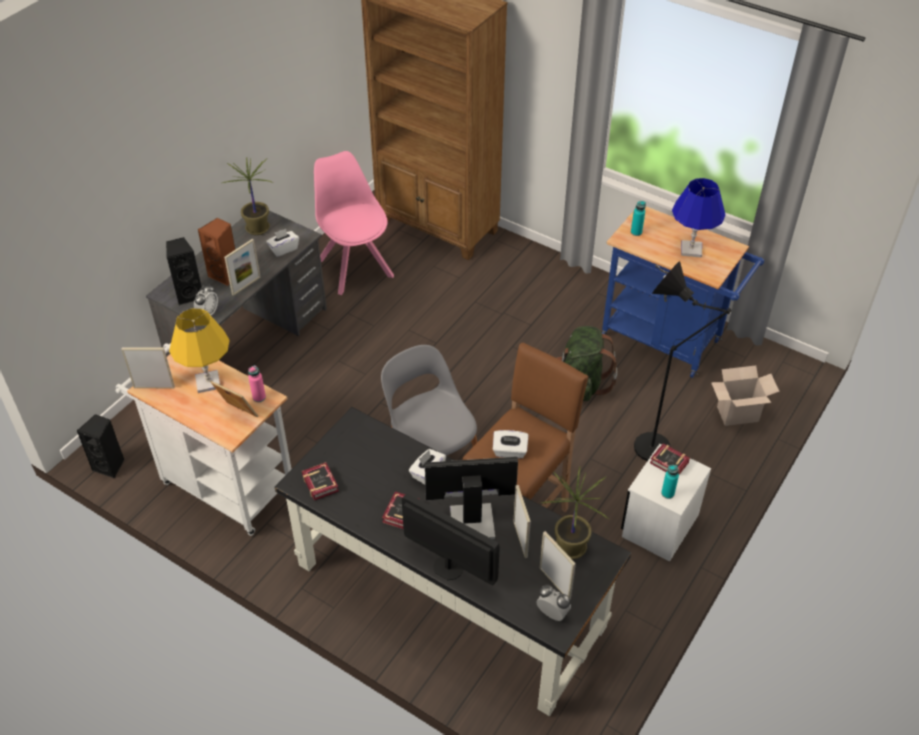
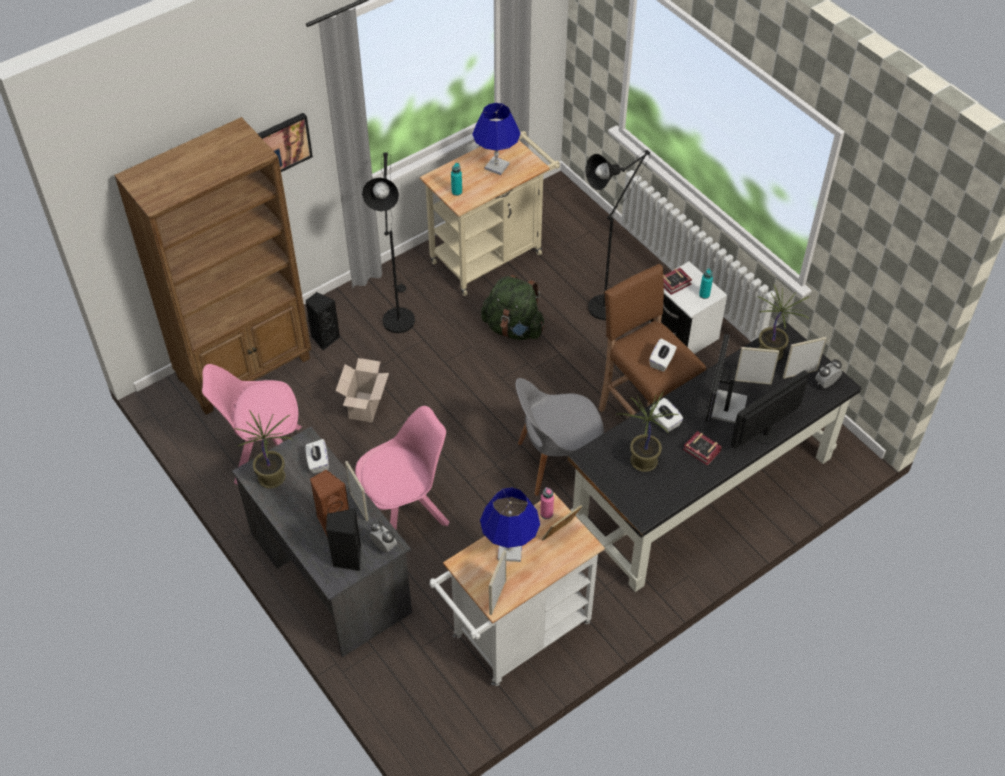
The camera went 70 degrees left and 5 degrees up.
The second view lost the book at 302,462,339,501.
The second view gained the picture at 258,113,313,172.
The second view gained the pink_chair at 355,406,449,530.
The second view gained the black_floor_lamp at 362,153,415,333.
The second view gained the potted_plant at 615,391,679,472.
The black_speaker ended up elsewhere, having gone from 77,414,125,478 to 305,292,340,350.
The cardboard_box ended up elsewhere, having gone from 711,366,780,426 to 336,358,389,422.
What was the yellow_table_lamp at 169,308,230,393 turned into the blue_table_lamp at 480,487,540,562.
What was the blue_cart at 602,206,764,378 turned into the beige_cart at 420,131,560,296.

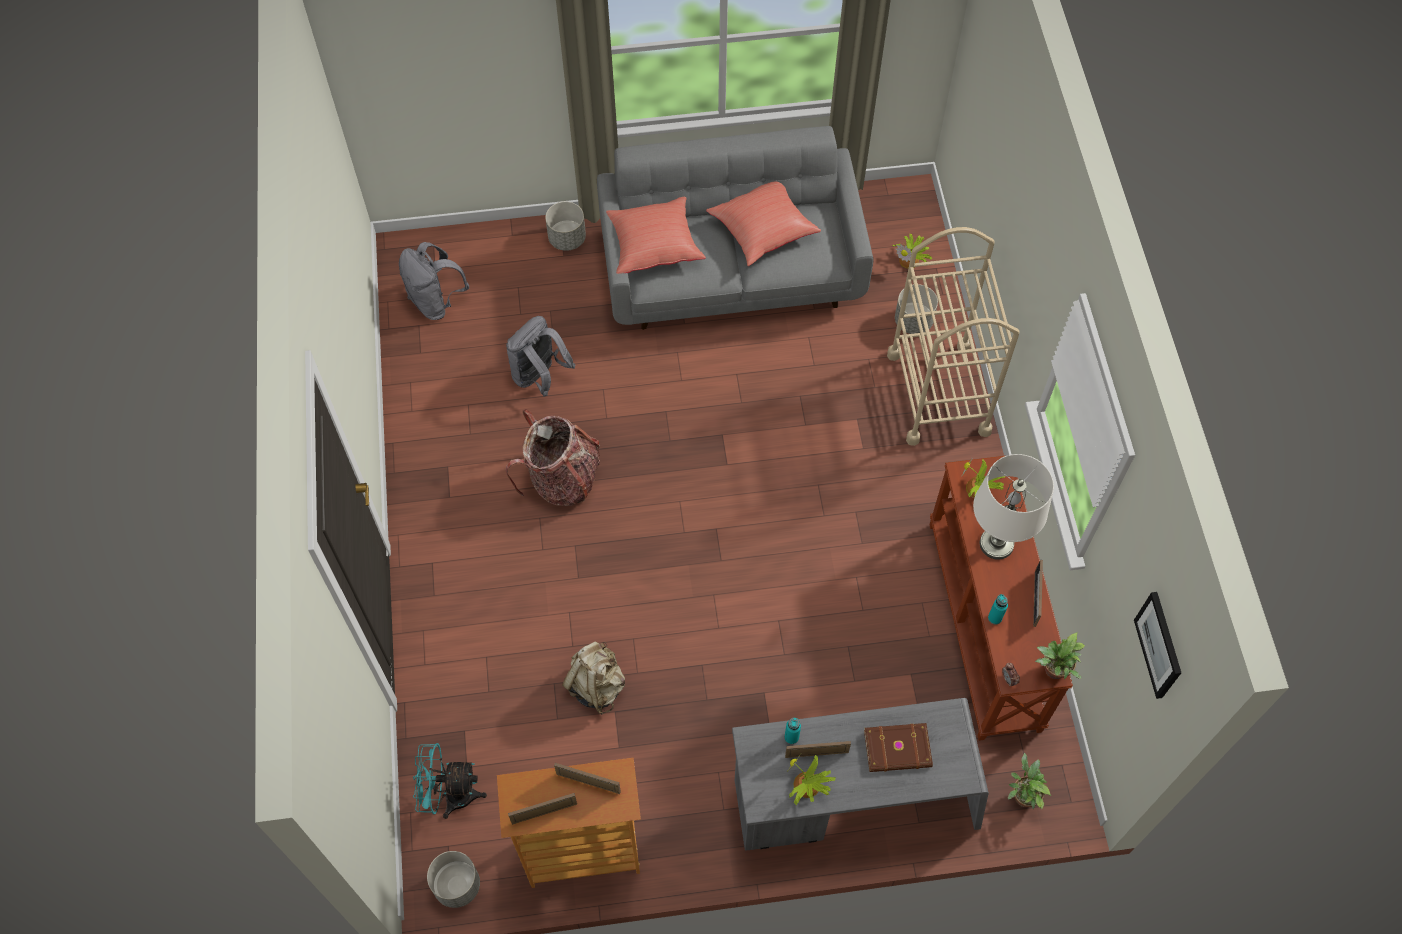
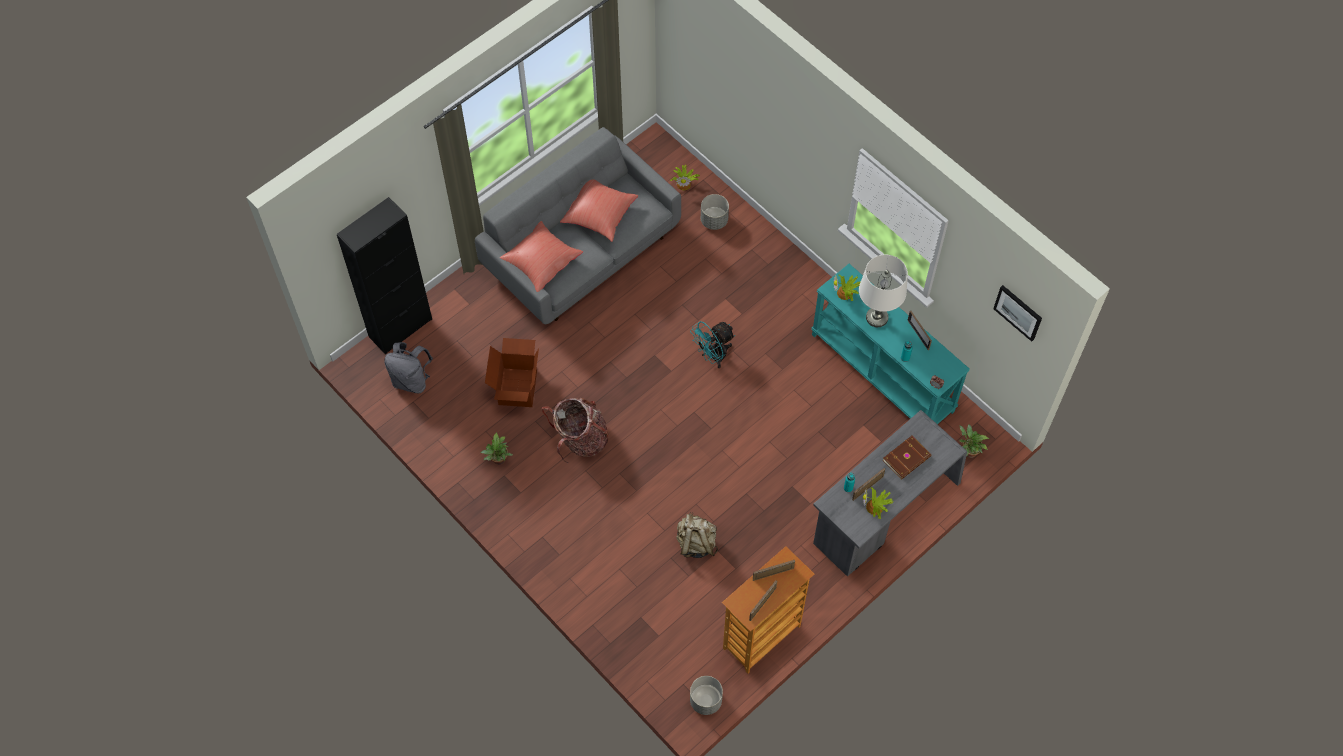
The camera went 35 degrees left and 0 degrees up.
The second view lost the grey_planter at 545,201,586,251.
The second view lost the beige_cart at 887,227,1020,446.
The second view gained the black_cabinet at 337,197,432,354.
The turquoise_fan ended up elsewhere, having gone from 413,743,487,819 to 690,321,735,368.
The potted_plant ended up elsewhere, having gone from 1035,632,1085,679 to 481,432,513,465.
Where the grey_backpack stood at 506,316,576,396, the cardboard_box came to stand at 485,338,539,407.
What was the brown_console_table at 929,456,1073,741 turned into the turquoise_console_table at 811,264,969,424.

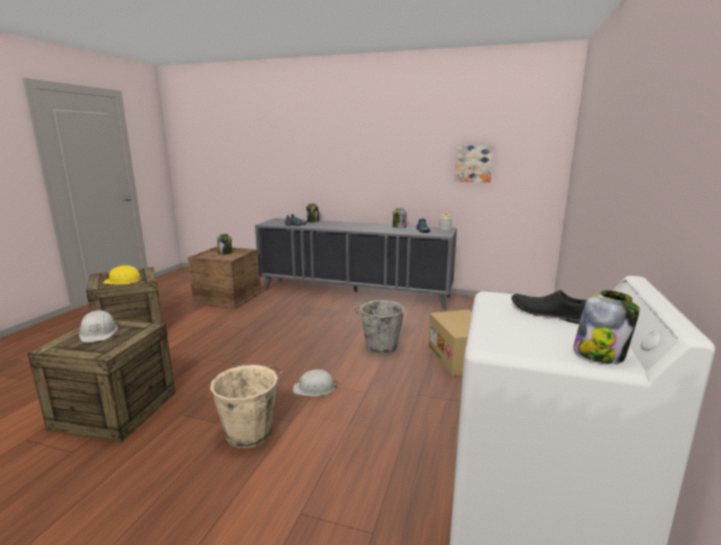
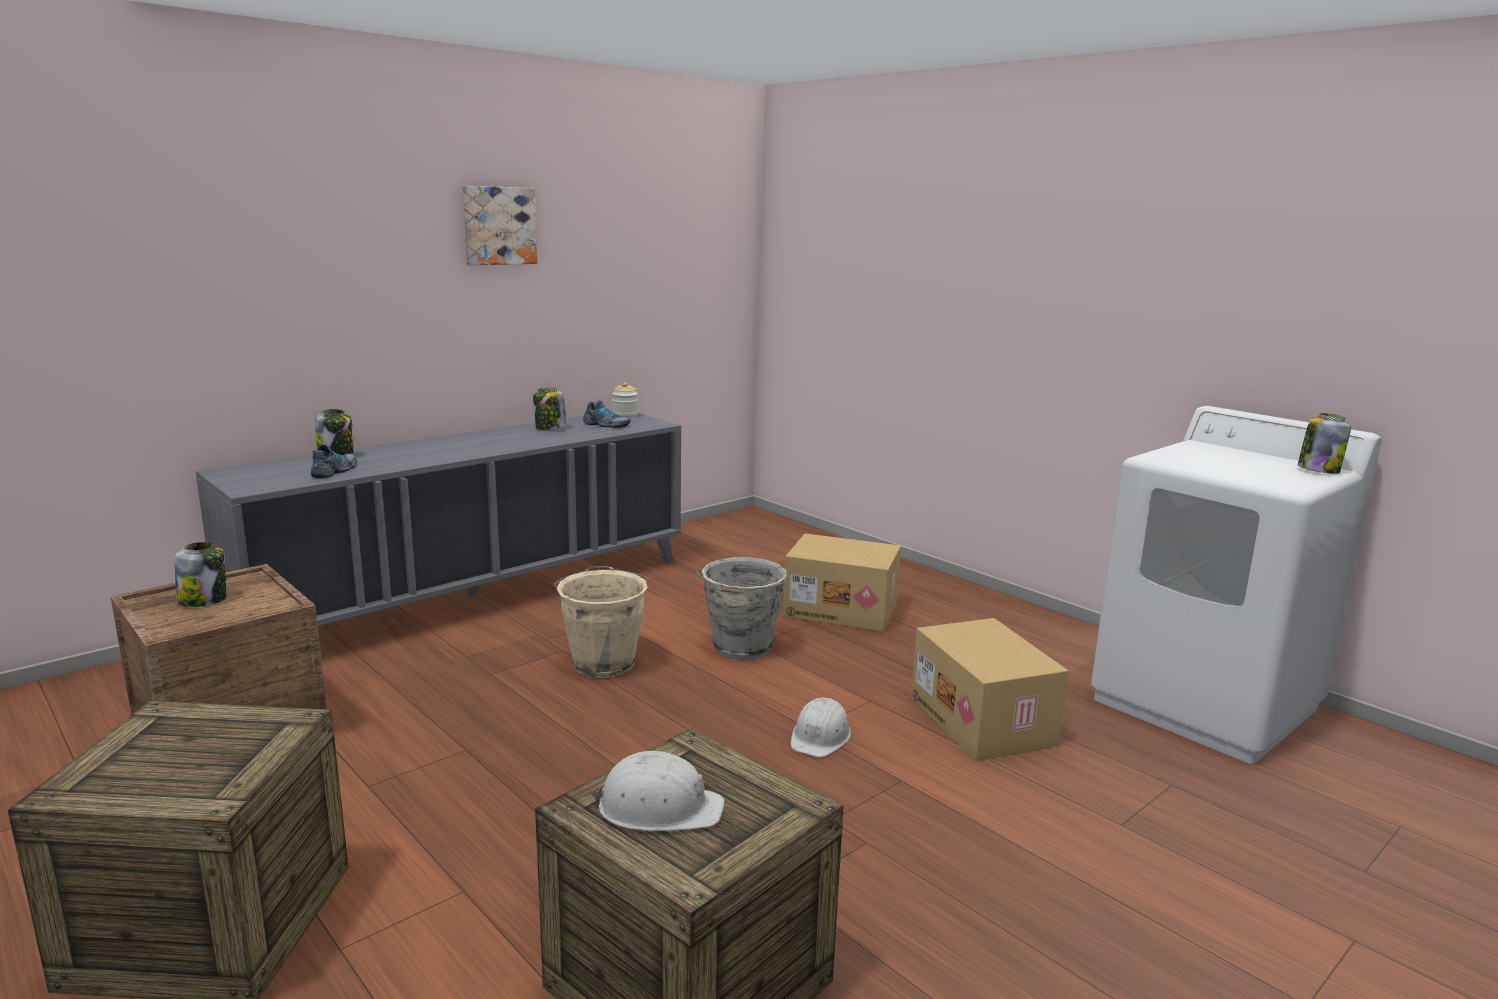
The camera went 60 degrees left and 0 degrees up.
The second view lost the yellow_hard_hat at 103,265,144,284.
The second view lost the black_shoe at 511,290,586,324.
The second view gained the cardboard_box at 911,618,1069,761.
The beige_bucket ended up elsewhere, having gone from 210,364,282,449 to 553,566,650,678.
The picture ended up elsewhere, having gone from 455,146,494,182 to 463,186,538,265.

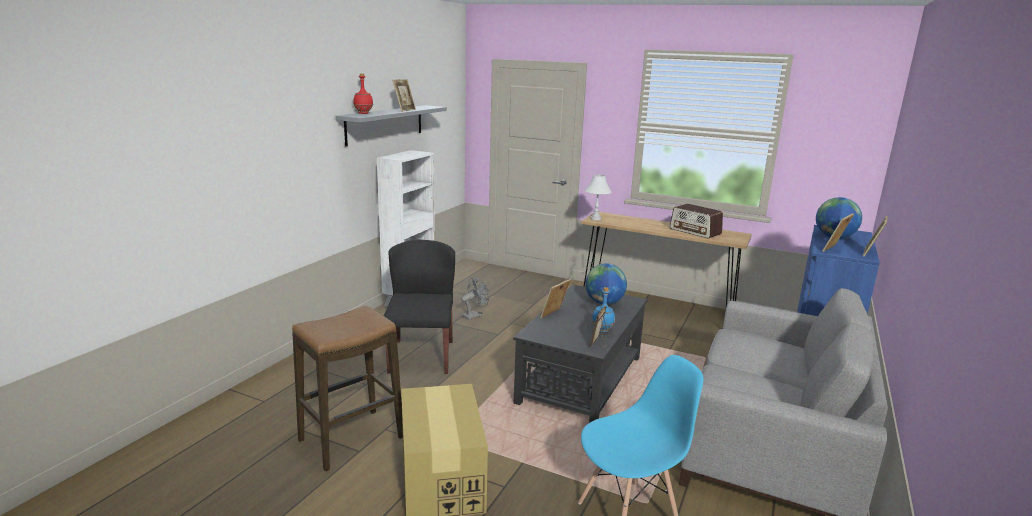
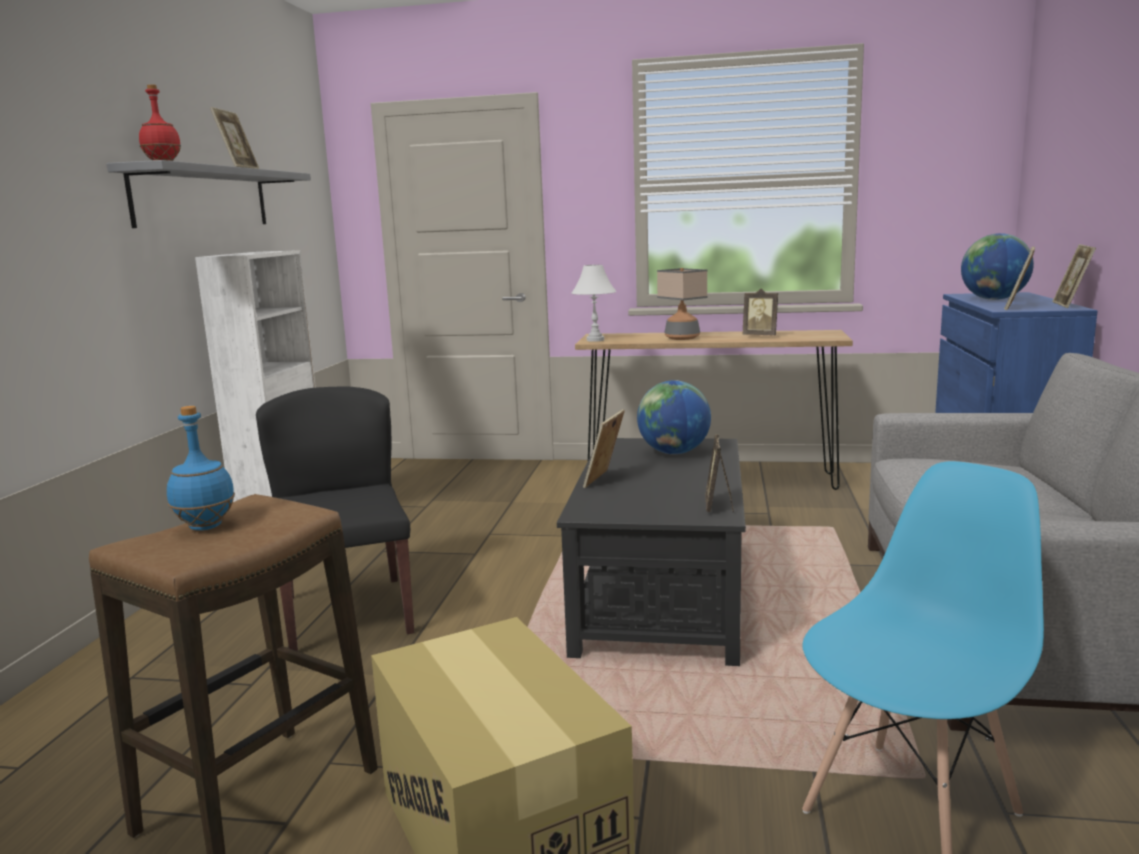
The camera went 15 degrees left and 5 degrees down.
The second view lost the grey_fan at 461,278,489,320.
The second view gained the table_lamp at 657,268,708,340.
The blue_bottle ended up elsewhere, having gone from 592,287,615,332 to 167,406,235,531.
Where the radio stood at 670,204,723,239, the picture_frame came to stand at 742,288,778,335.

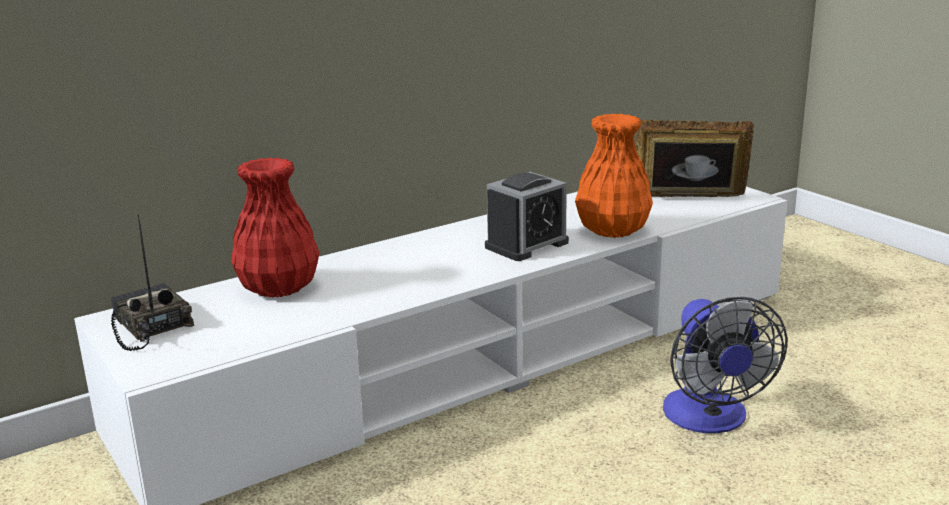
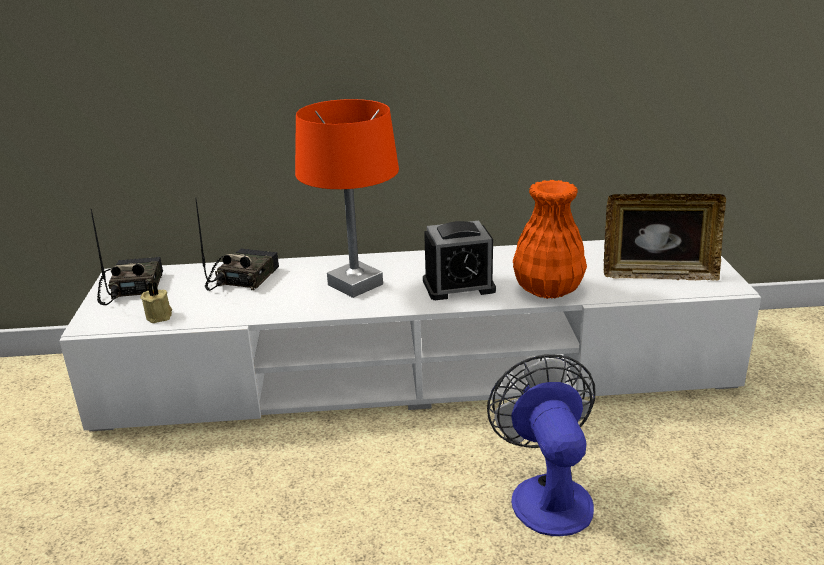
The camera went 30 degrees right and 5 degrees up.
The second view gained the beige_candle at 140,282,172,323.
The second view gained the orange_table_lamp at 295,99,399,298.
Where the red_vase stood at 231,157,319,298, the radio came to stand at 195,198,279,291.
The picture_frame at 636,120,753,197 ended up facing another way, 150 degrees clockwise from before.
The fan at 663,297,788,433 ended up facing another way, 150 degrees clockwise from before.

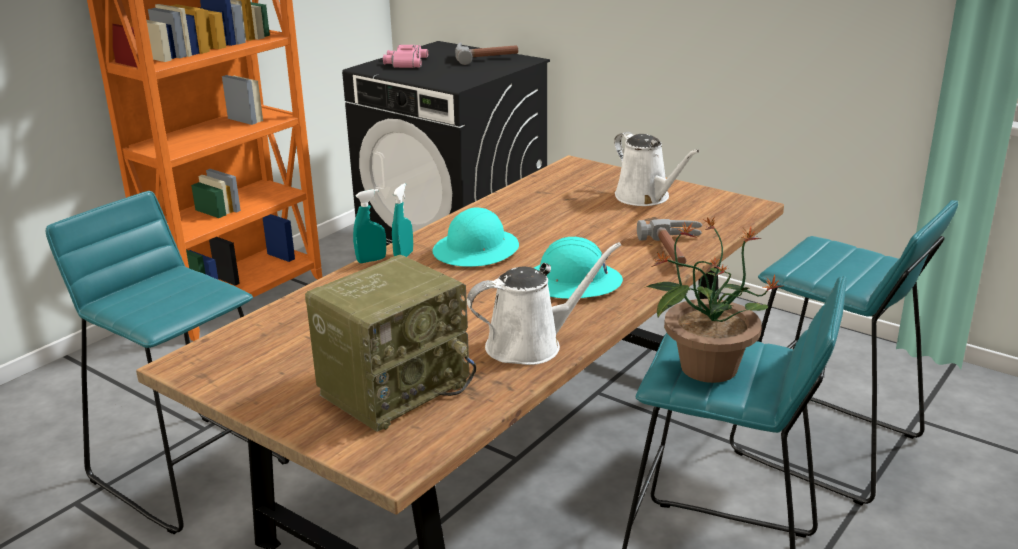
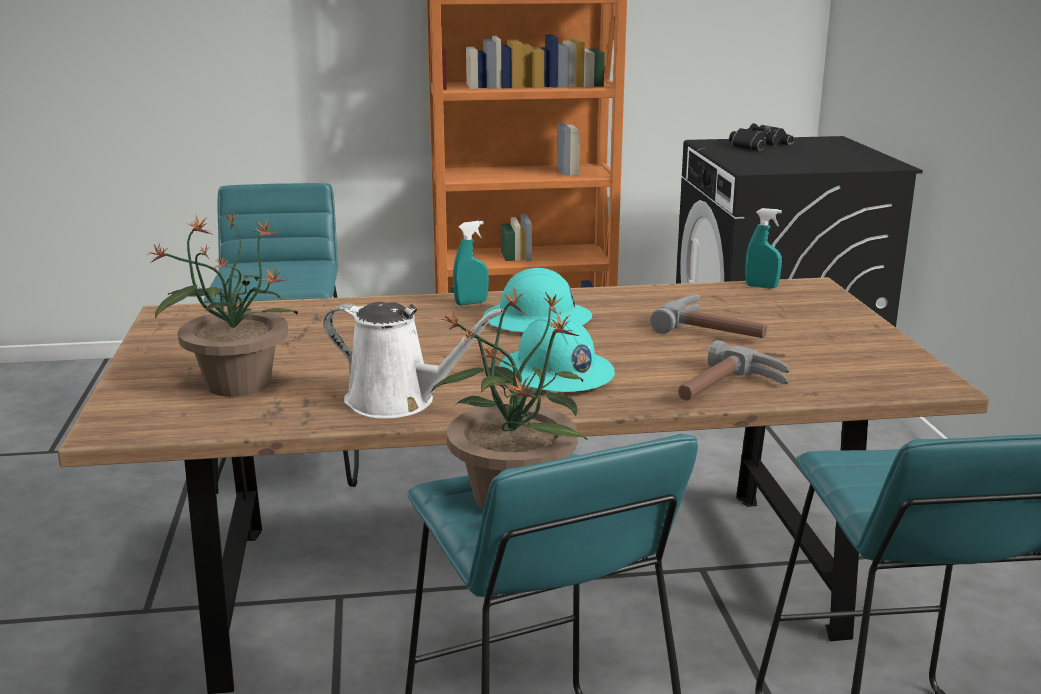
The camera went 45 degrees right and 5 degrees down.
The second view lost the white_watering_can at 614,132,700,206.
The turquoise_spray_bottle ended up elsewhere, having gone from 353,189,386,263 to 745,208,782,288.
The hammer ended up elsewhere, having gone from 455,42,518,65 to 650,294,767,338.
Where the radio stood at 305,255,476,432, the potted_plant came to stand at 147,212,298,397.
What was the pink_binoculars at 383,45,428,68 turned into the black_binoculars at 729,123,794,151.

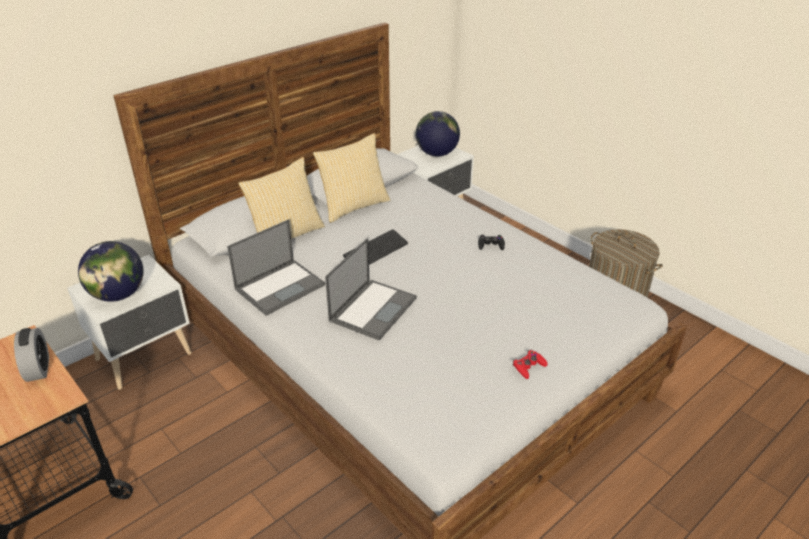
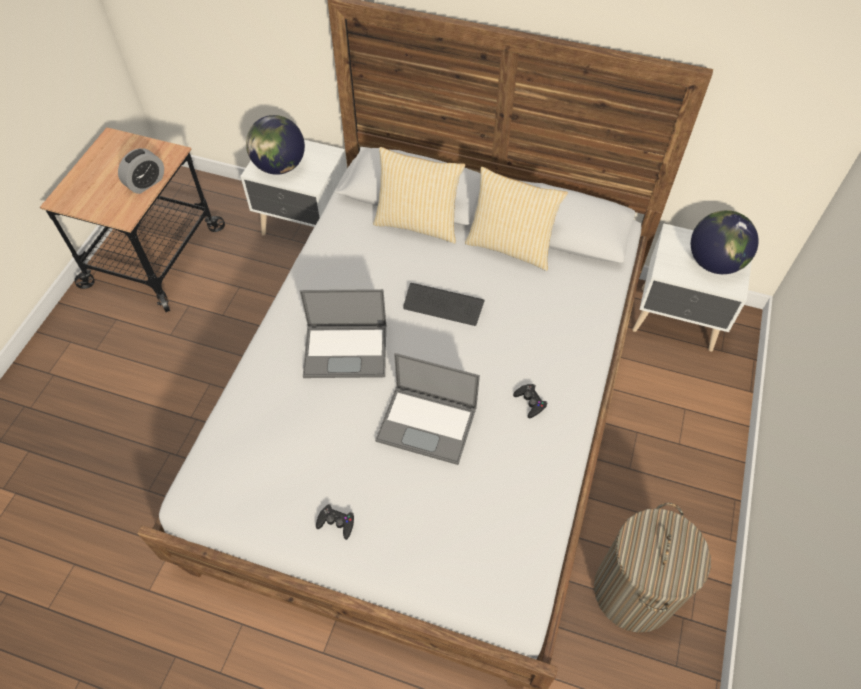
The camera went 60 degrees right and 20 degrees up.
The laptop ended up elsewhere, having gone from 227,219,325,316 to 375,353,480,465.
What was the red_game_controller at 513,350,547,379 turned into the black_game_controller at 316,504,354,540.

